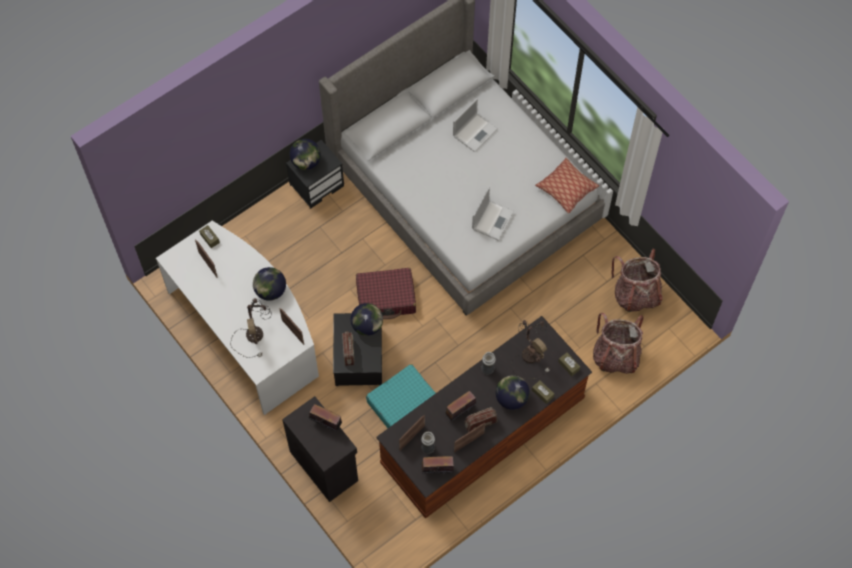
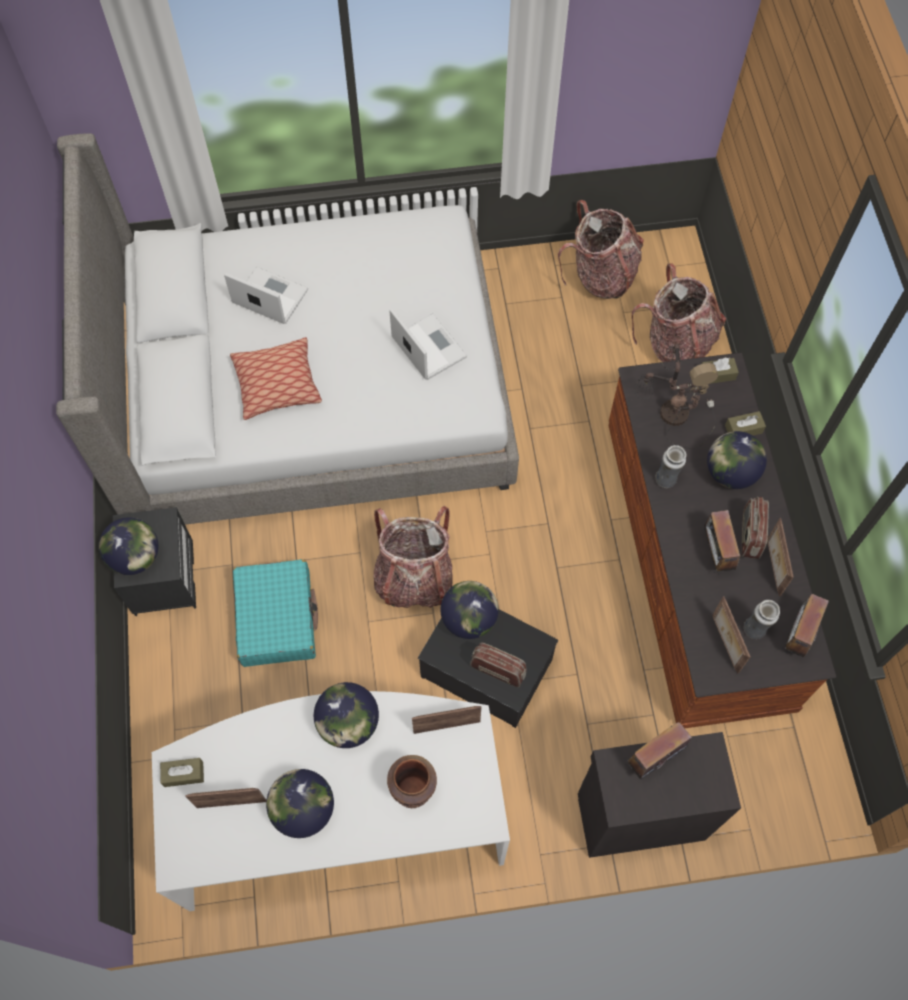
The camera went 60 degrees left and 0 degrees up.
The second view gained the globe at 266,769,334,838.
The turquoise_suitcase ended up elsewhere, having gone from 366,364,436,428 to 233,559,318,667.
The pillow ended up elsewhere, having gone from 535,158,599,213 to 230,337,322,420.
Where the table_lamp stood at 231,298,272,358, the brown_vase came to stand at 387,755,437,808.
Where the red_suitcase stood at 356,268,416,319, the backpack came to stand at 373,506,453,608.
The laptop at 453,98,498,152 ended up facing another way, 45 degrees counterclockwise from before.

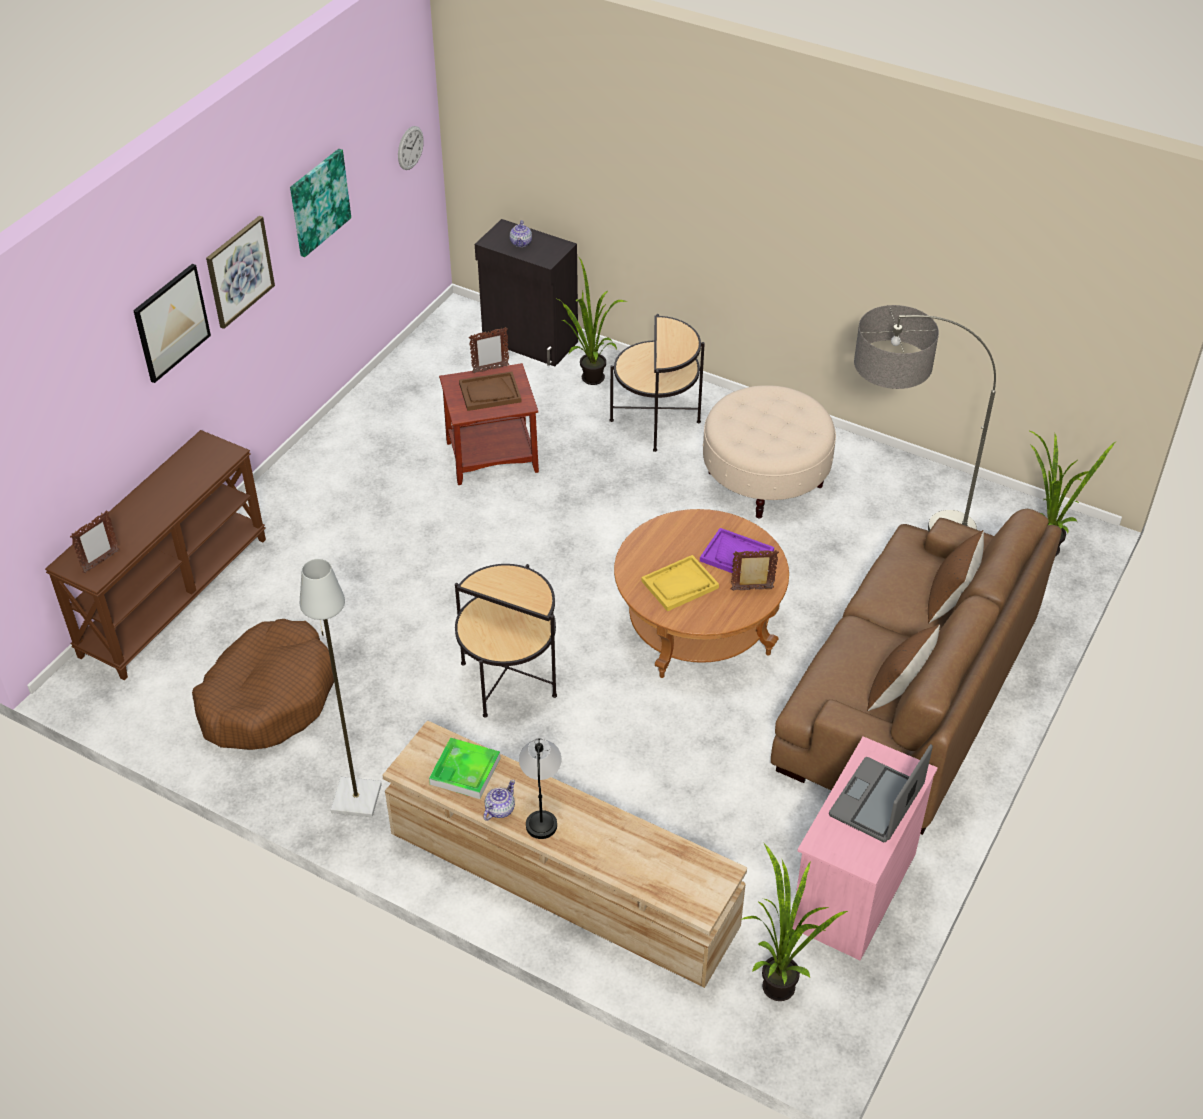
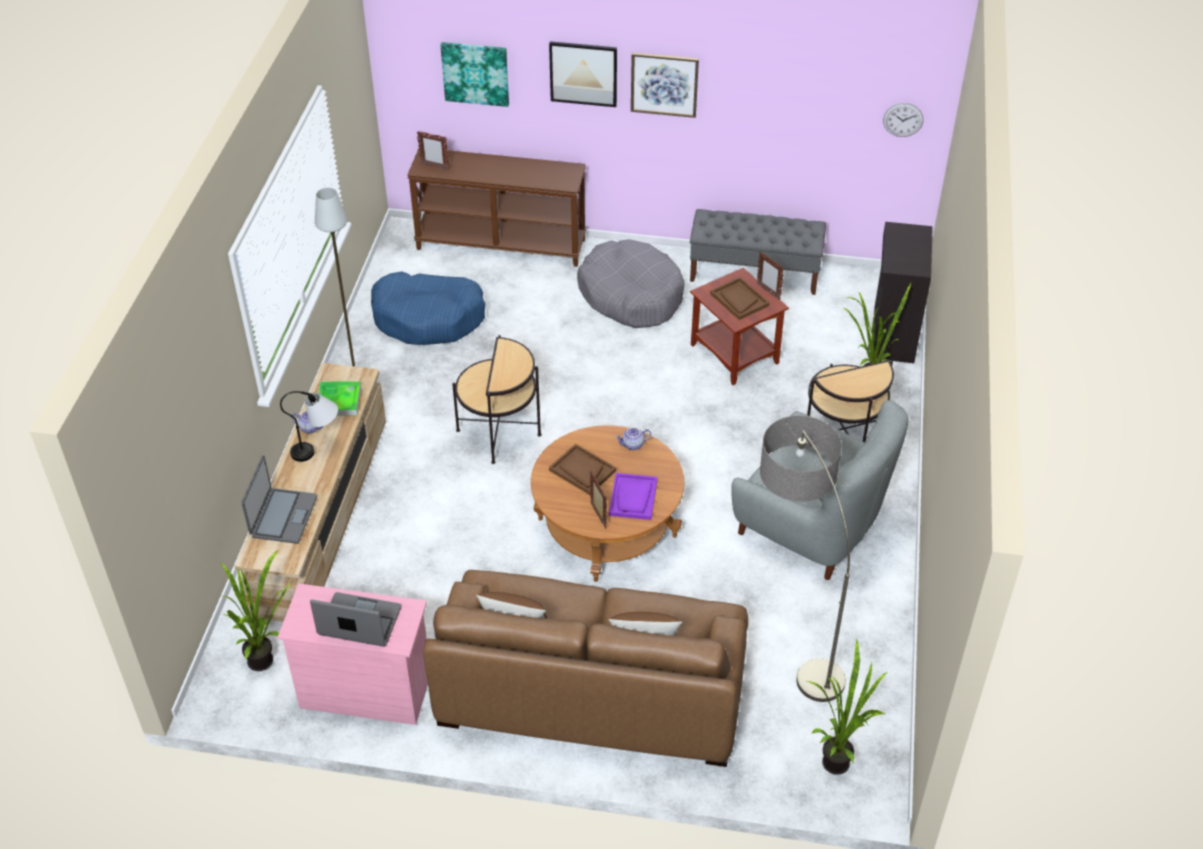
The camera went 70 degrees right and 0 degrees up.
The second view gained the laptop at 241,456,317,544.
The second view gained the grey_dog_bed at 577,239,684,328.
The second view gained the grey_bench at 690,209,826,295.
The picture ended up elsewhere, having gone from 290,149,351,257 to 441,42,509,107.
The teapot ended up elsewhere, having gone from 510,220,532,247 to 615,427,651,450.
Where the beige_ottoman stood at 703,385,836,518, the grey_armchair came to stand at 731,400,909,580.
What was the brown_dog_bed at 192,619,334,750 turned into the blue_dog_bed at 371,271,486,345.
What was the yellow_tray at 641,555,719,612 turned into the brown_tray at 549,444,616,495.

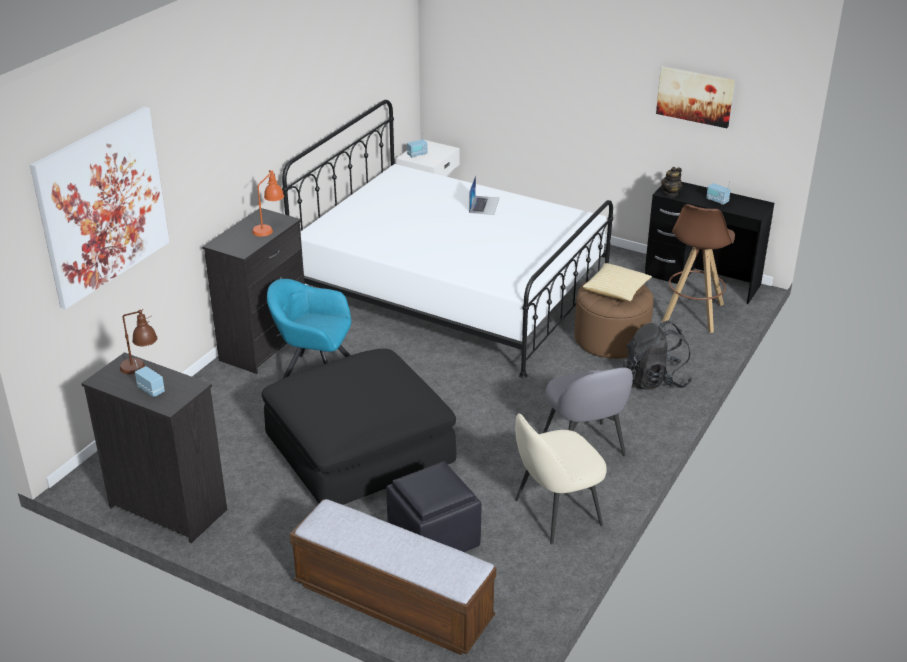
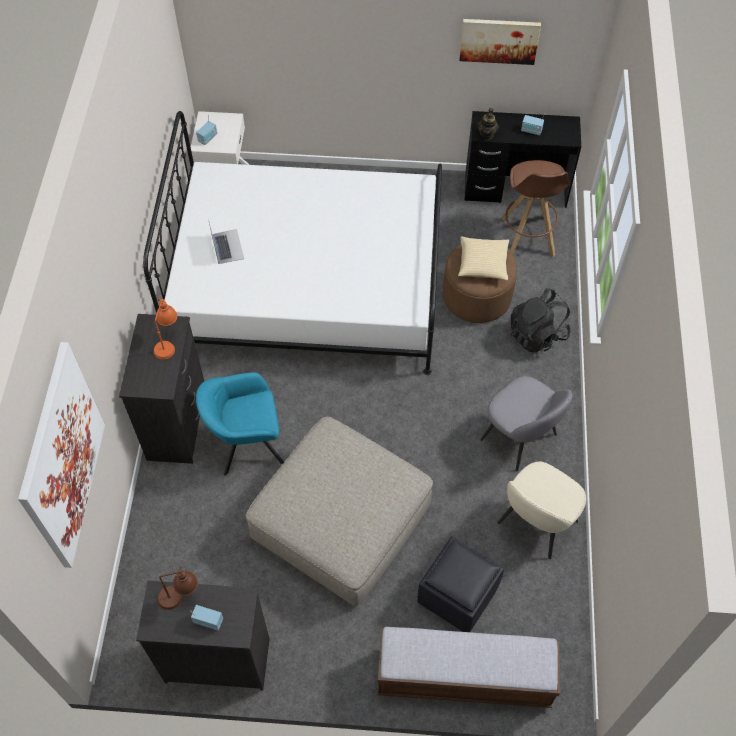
The camera went 25 degrees left and 25 degrees up.
The laptop ended up elsewhere, having gone from 469,175,500,215 to 208,219,244,264.
What was the black_ottoman at 262,349,457,505 turned into the beige_ottoman at 246,417,433,606.

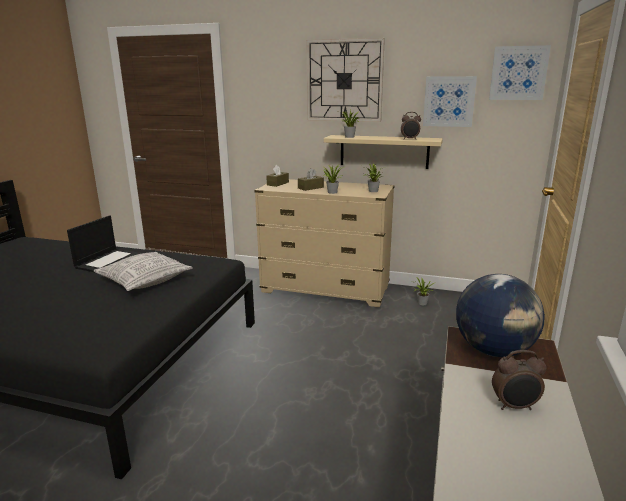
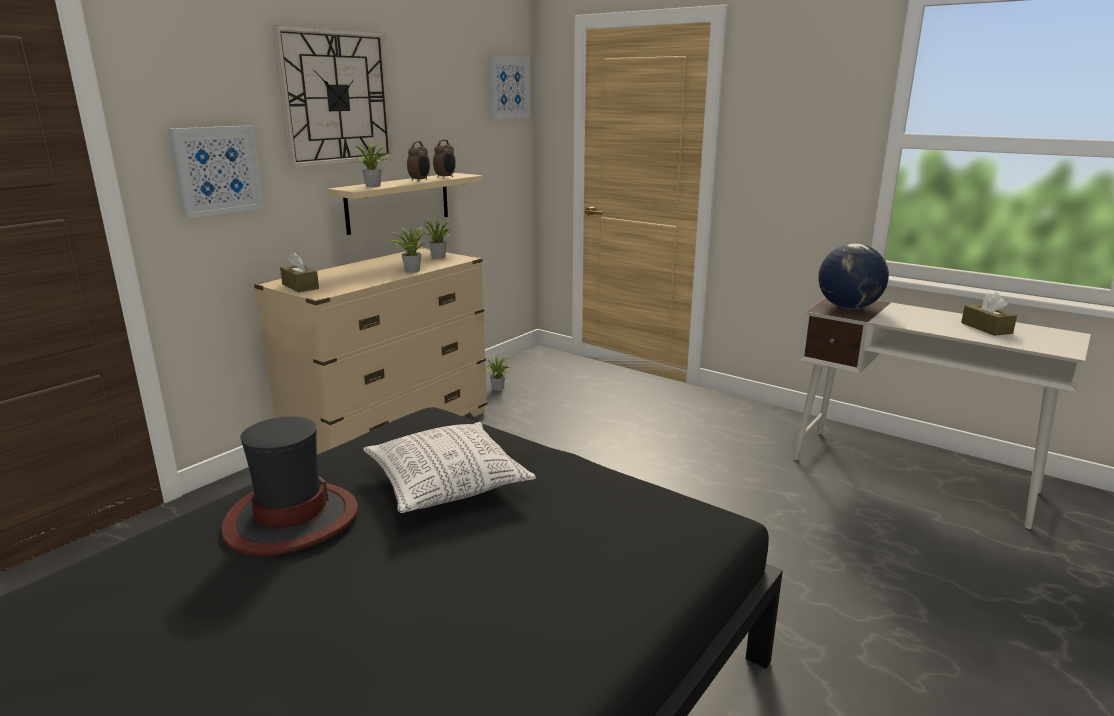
The camera went 70 degrees left and 0 degrees up.
The brown_tissue_box ended up elsewhere, having gone from 298,168,324,191 to 961,292,1017,336.
The picture ended up elsewhere, having gone from 423,76,477,127 to 168,125,264,219.
The alarm_clock ended up elsewhere, having gone from 492,350,546,410 to 407,141,430,182.
Where the laptop stood at 67,216,142,272, the hat came to stand at 221,416,358,556.

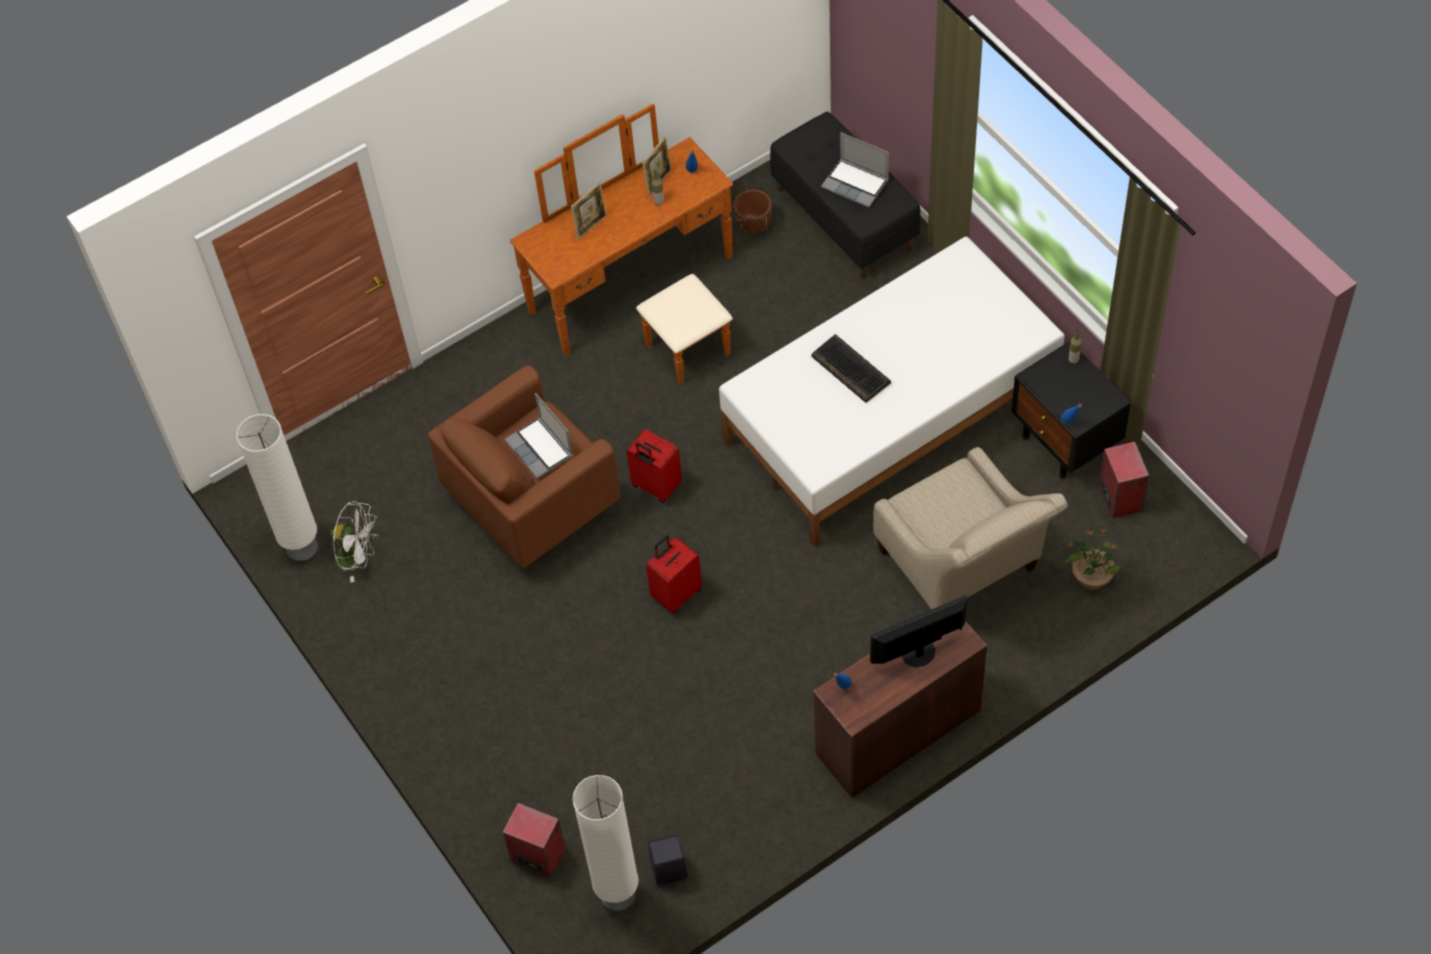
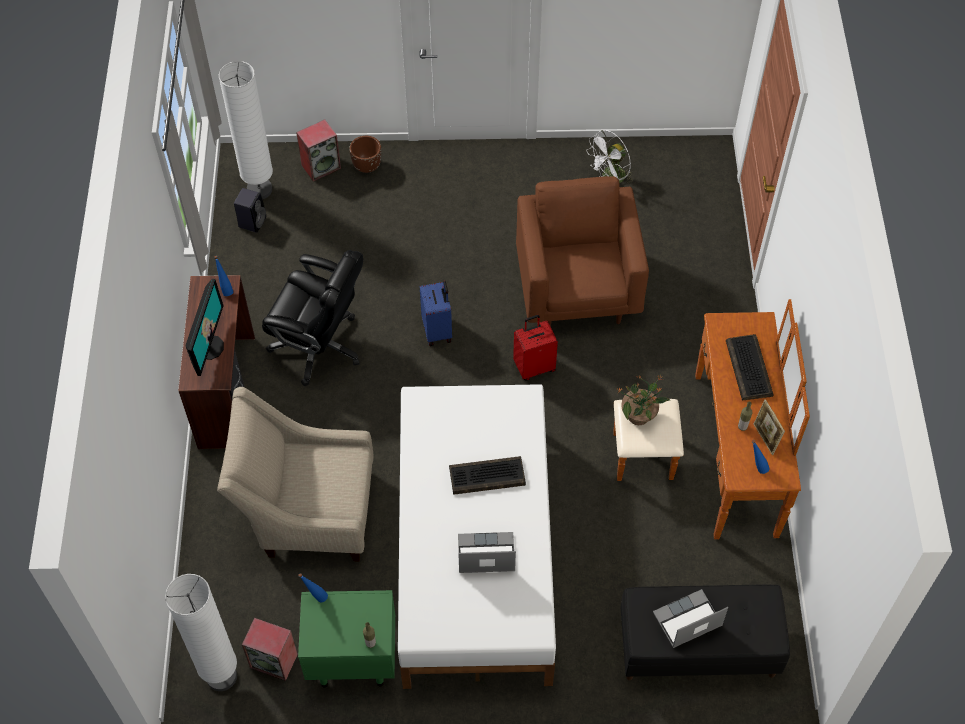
The camera went 120 degrees right and 0 degrees up.
The second view gained the black_office_chair at 262,250,363,386.
The white_floor_lamp ended up elsewhere, having gone from 236,414,319,564 to 165,574,237,691.
The laptop ended up elsewhere, having gone from 504,393,573,479 to 458,532,516,573.
The brown_planter ended up elsewhere, having gone from 733,189,772,234 to 349,136,381,173.
The potted_plant ended up elsewhere, having gone from 1065,528,1121,590 to 616,375,671,425.
Where the picture_frame stood at 571,182,607,239, the keyboard came to stand at 726,334,774,400.
What was the red_suitcase at 646,535,702,613 turned into the blue_suitcase at 420,280,452,346.
What was the black_nightstand at 1011,341,1131,479 turned into the green_nightstand at 298,590,395,688.

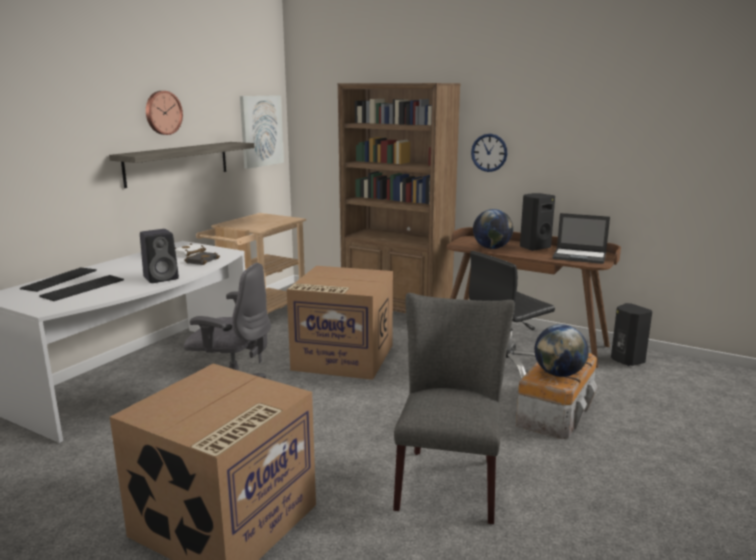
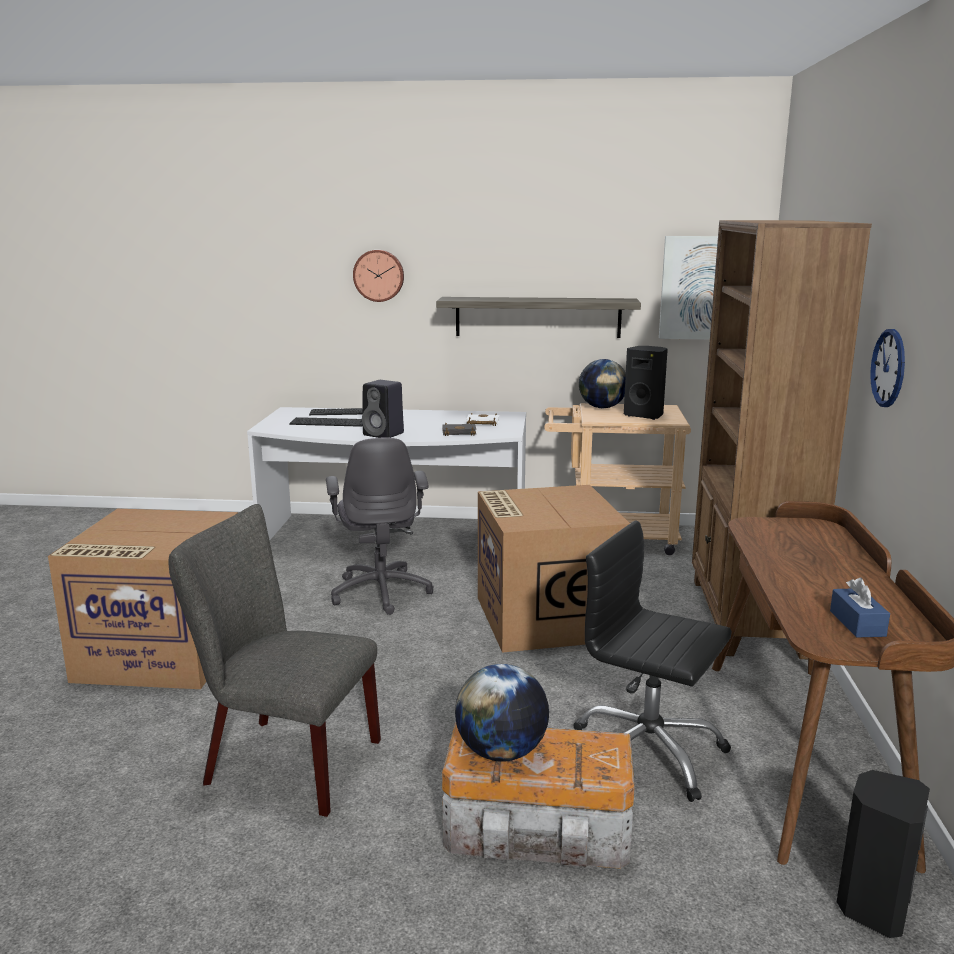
The camera went 65 degrees right and 0 degrees up.
The wall_clock ended up elsewhere, having gone from 146,91,183,135 to 353,250,404,302.
The globe ended up elsewhere, having gone from 473,209,513,249 to 579,359,626,408.
The black_speaker ended up elsewhere, having gone from 520,193,555,251 to 624,346,668,420.
Where the laptop stood at 552,213,610,264, the blue_tissue_box came to stand at 830,578,890,638.
The grey_chair at 393,293,515,524 ended up facing another way, 150 degrees counterclockwise from before.

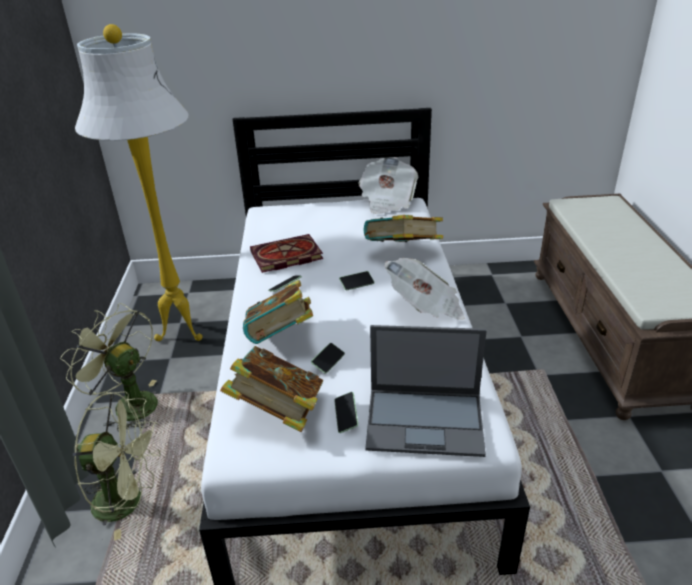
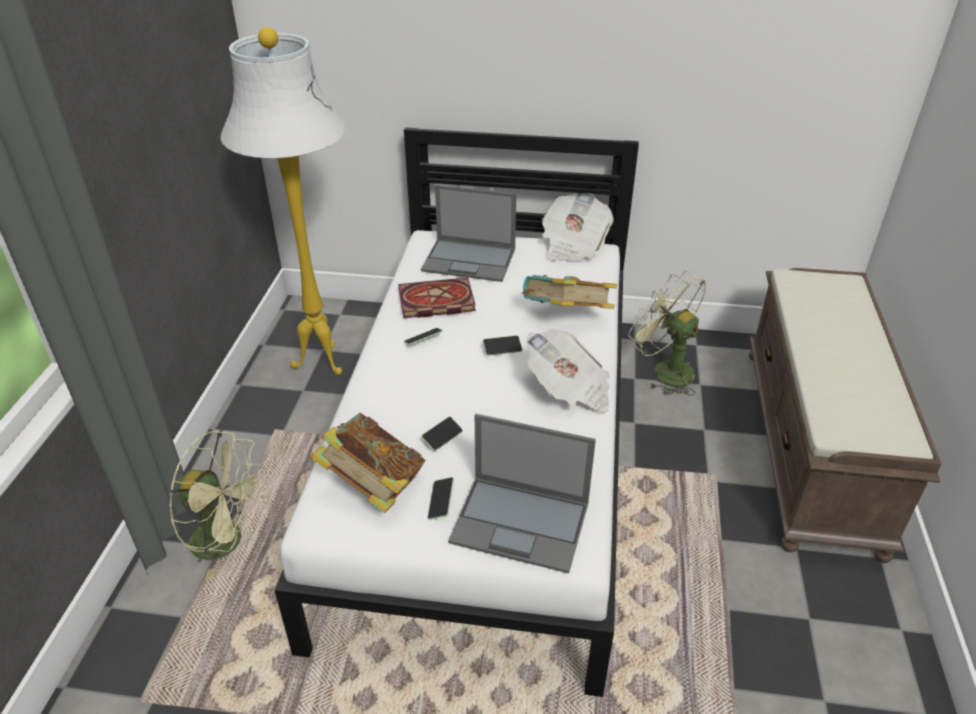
The camera went 10 degrees right and 5 degrees up.
The second view lost the book at 243,280,313,344.
The second view gained the laptop at 421,185,516,282.
The green_fan ended up elsewhere, having gone from 60,303,158,432 to 628,270,706,395.

